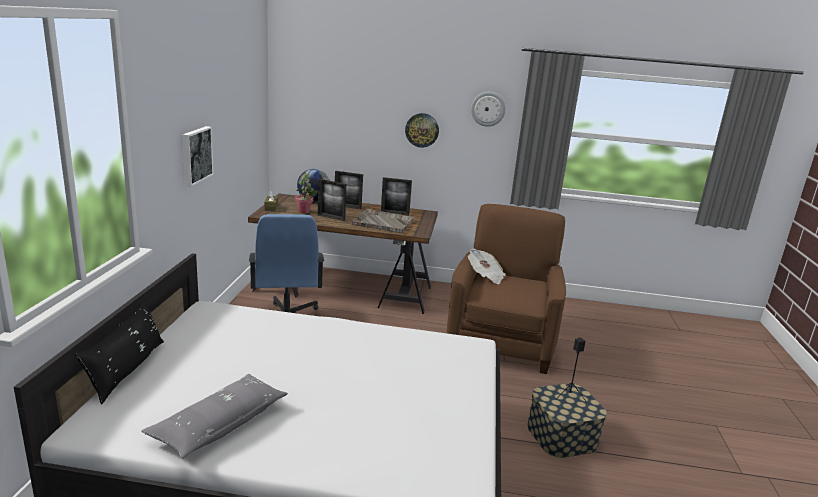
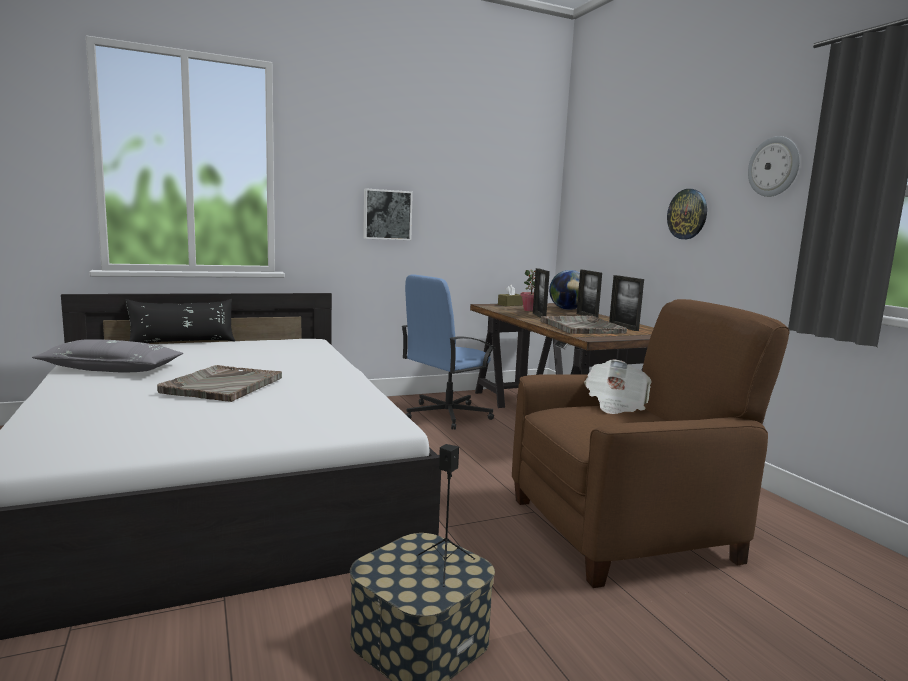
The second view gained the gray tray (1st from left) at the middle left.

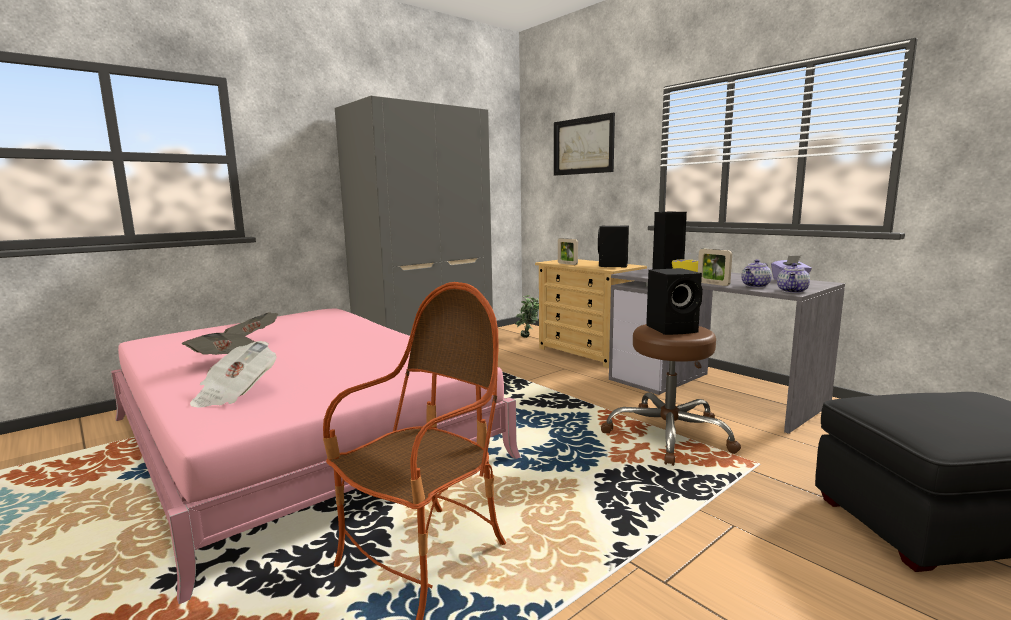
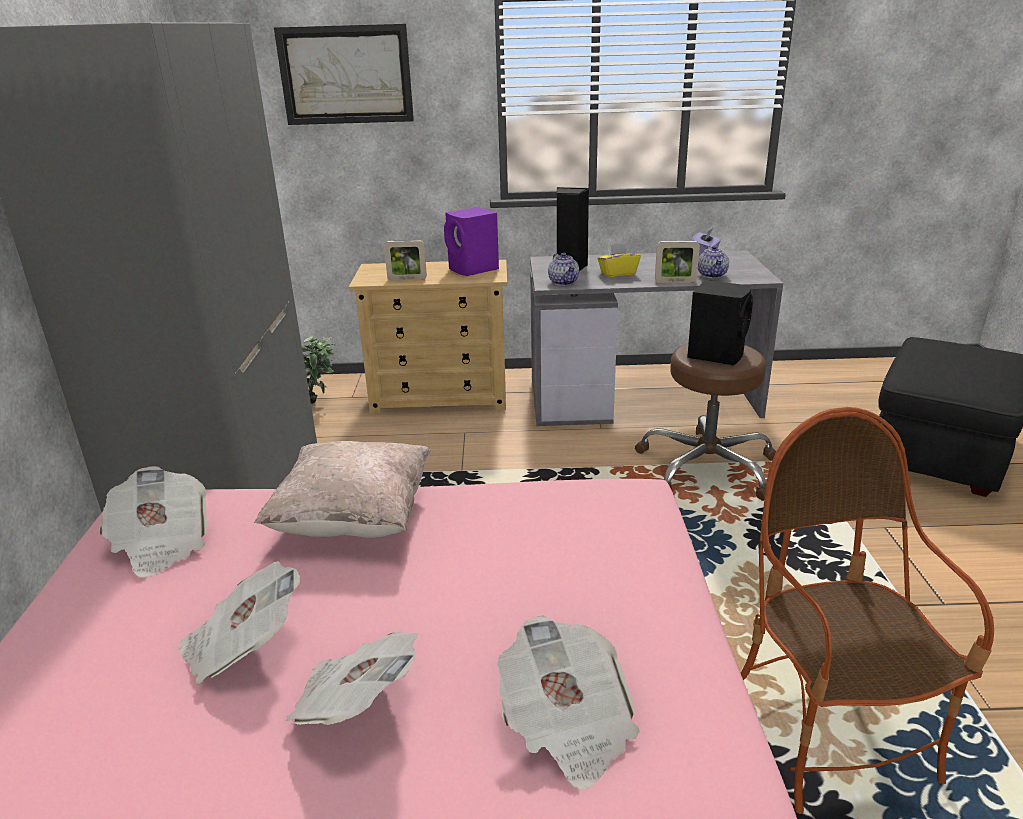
The second view gained the newspaper (1st from left) at the middle left.
The second view gained the beige-coloured pillow at the centre.
What was the black-coloured loudspeaker (1st from left) at the centre turned into the purplish loudspeaker at the top centre.
The teapot (2nd from left in the first image) ended up elsewhere, having gone from the middle right to the top centre.

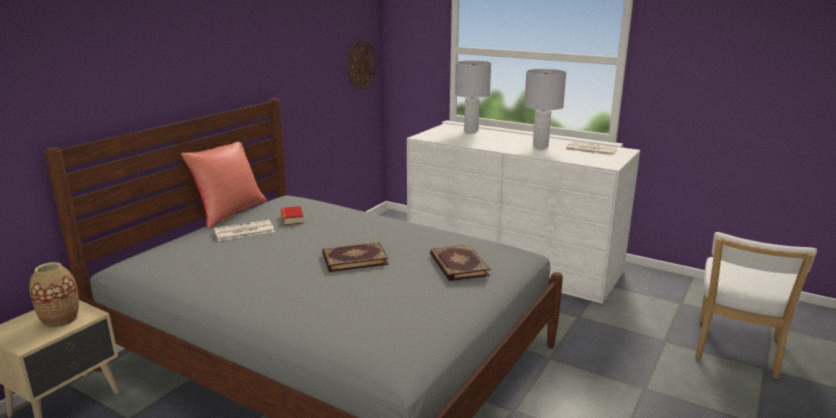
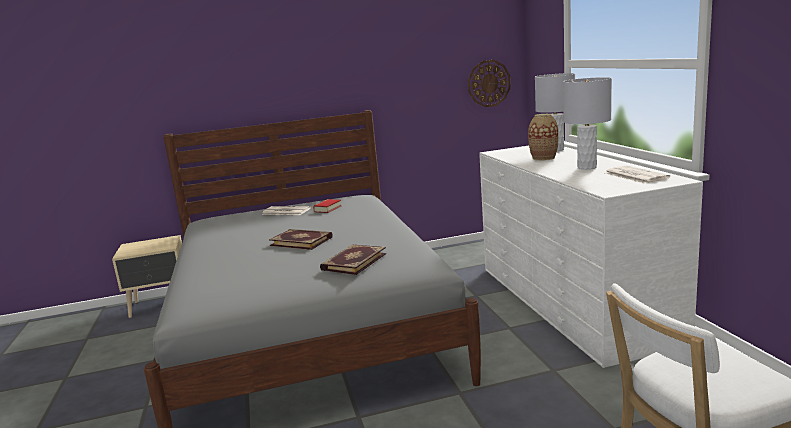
The vase ended up elsewhere, having gone from the bottom left to the top right.
The second view lost the reddish pillow at the middle left.

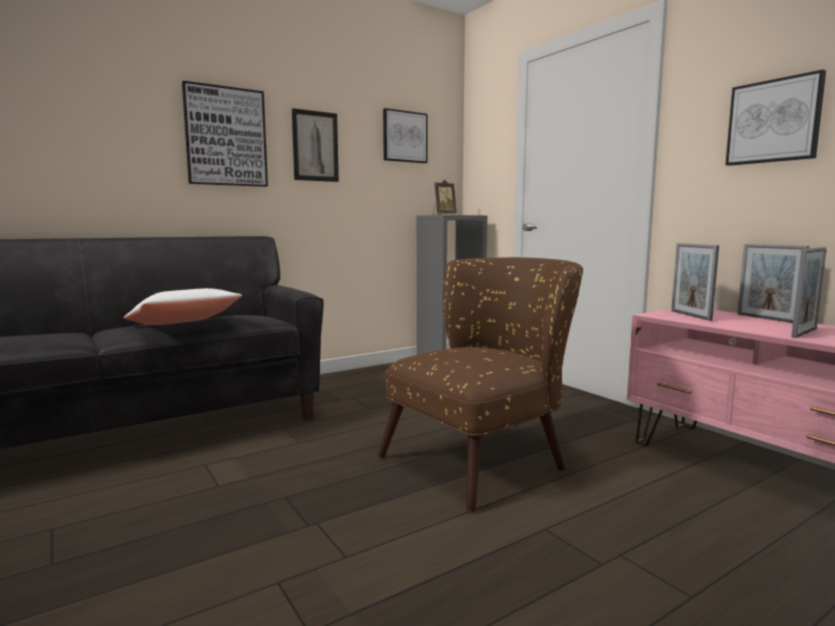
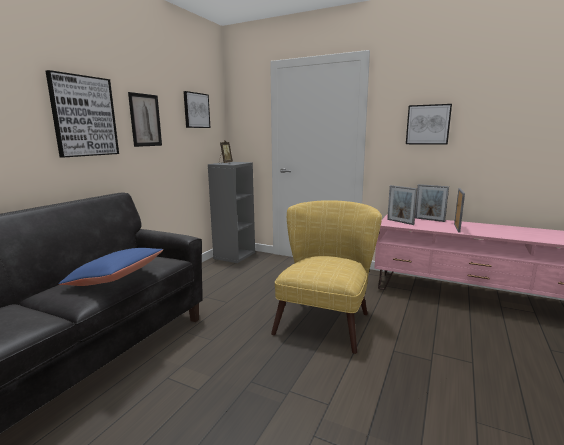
What was the whitish pillow at the middle left turned into the blue pillow at the middle left.
What was the brown-coloured lounge chair at the centre turned into the yellow-coloured lounge chair at the centre.

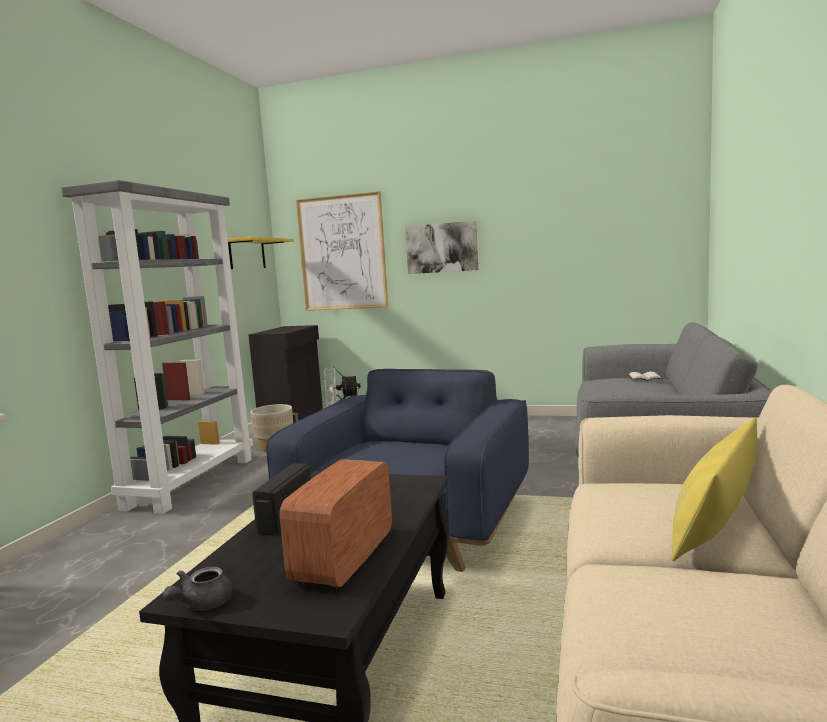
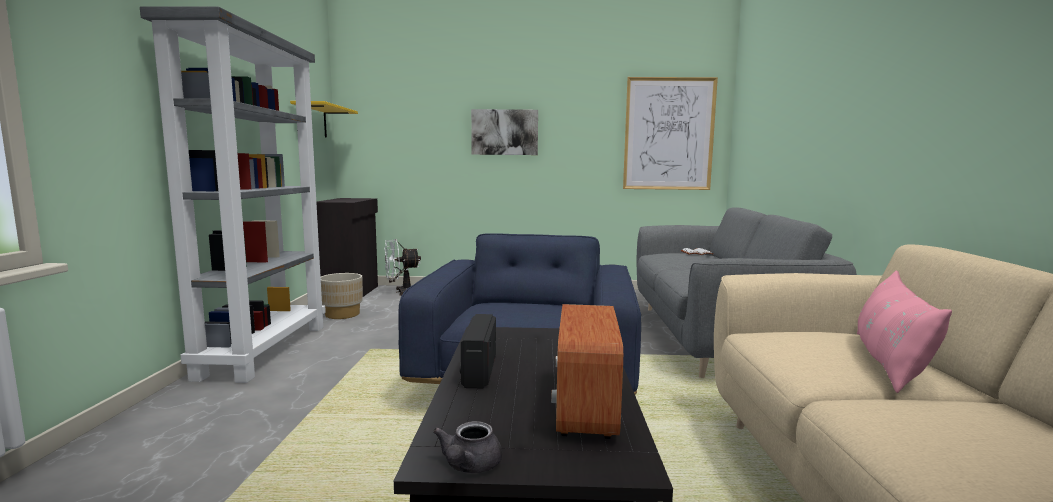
The wall art (1st from left in the first image) ended up elsewhere, having gone from the centre to the top centre.
What was the yellow-coloured pillow at the bottom right turned into the pink-coloured pillow at the middle right.

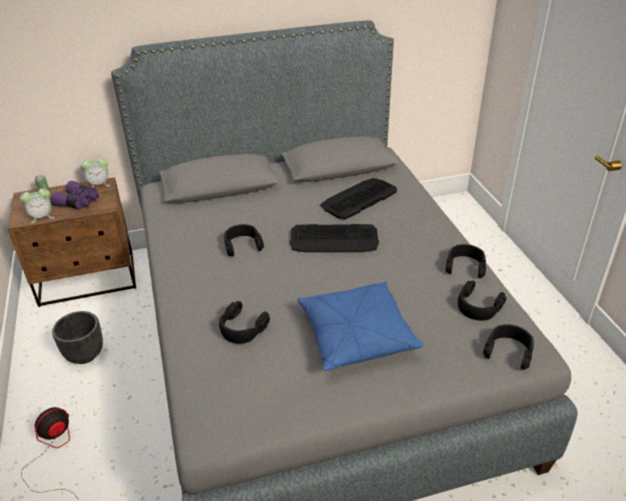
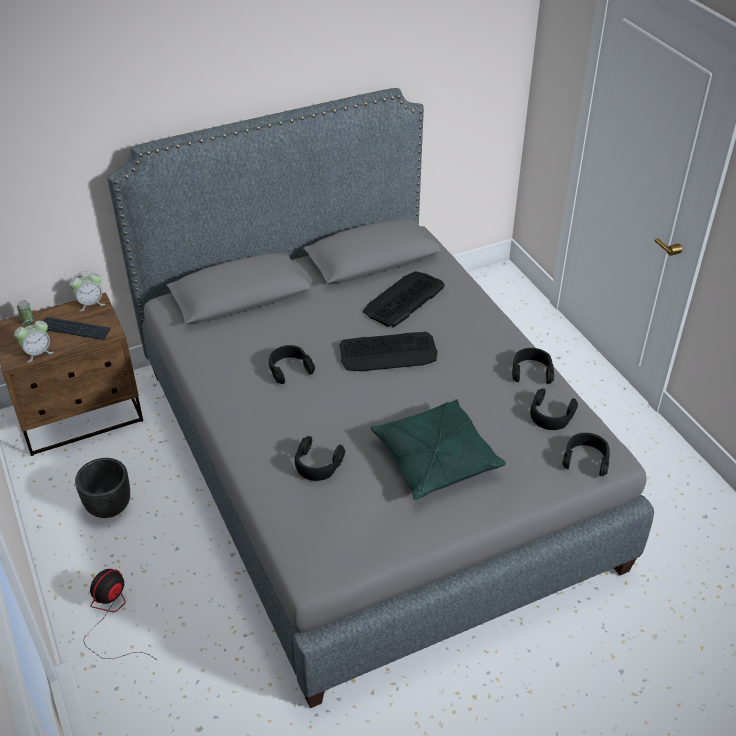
Where the purplish pair of binoculars stood at the middle left, the computer keyboard (1st from left) came to stand at the middle left.
What was the blue pillow at the centre turned into the green pillow at the centre.

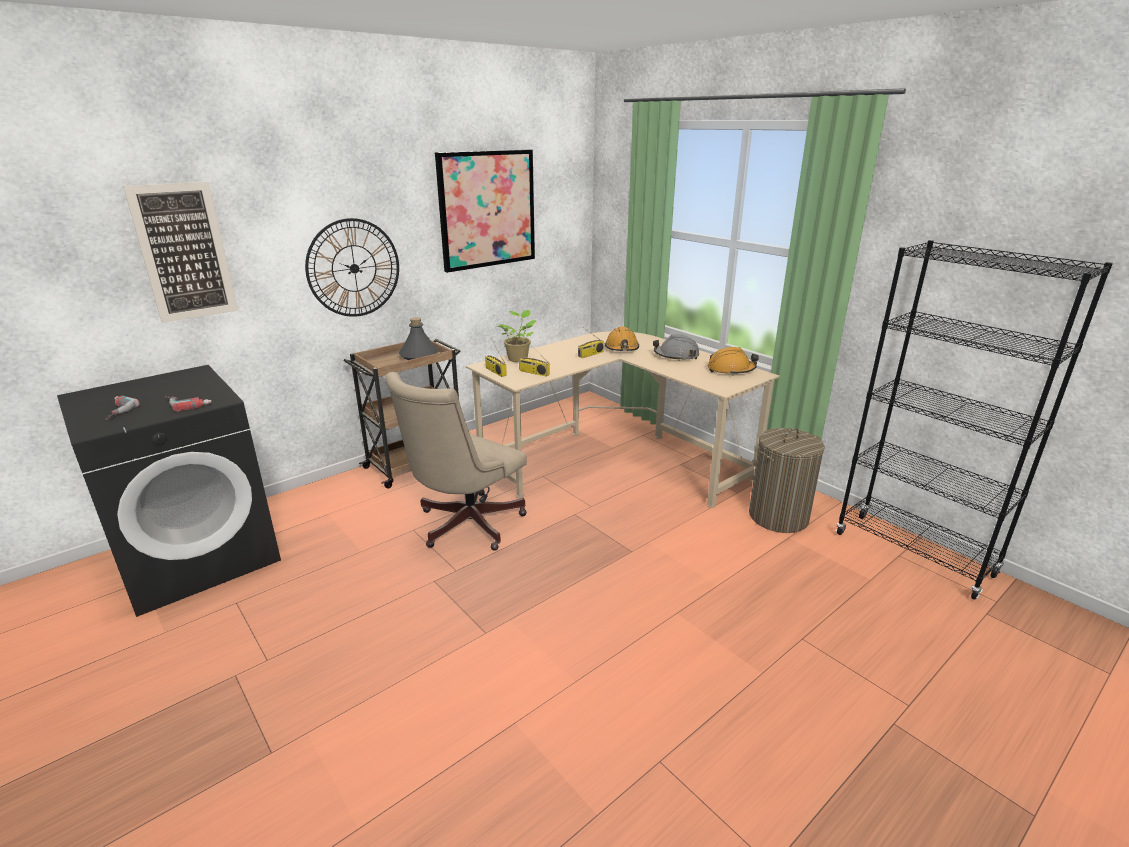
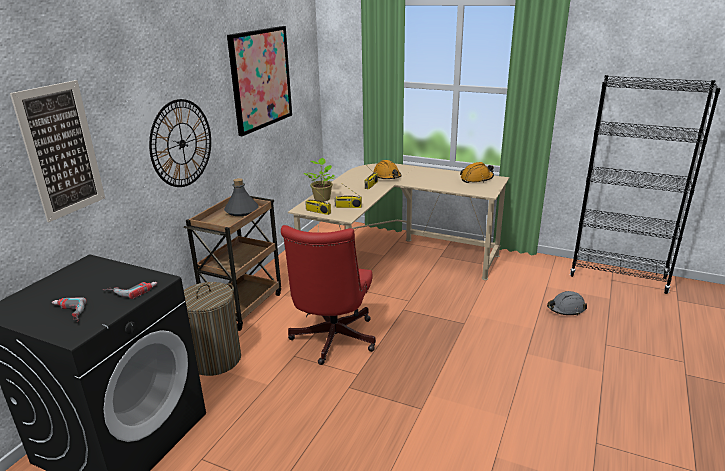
The laundry basket ended up elsewhere, having gone from the middle right to the bottom left.
What was the beige-coloured computer chair at the centre turned into the reddish computer chair at the centre.
The gray safety helmet ended up elsewhere, having gone from the centre to the middle right.

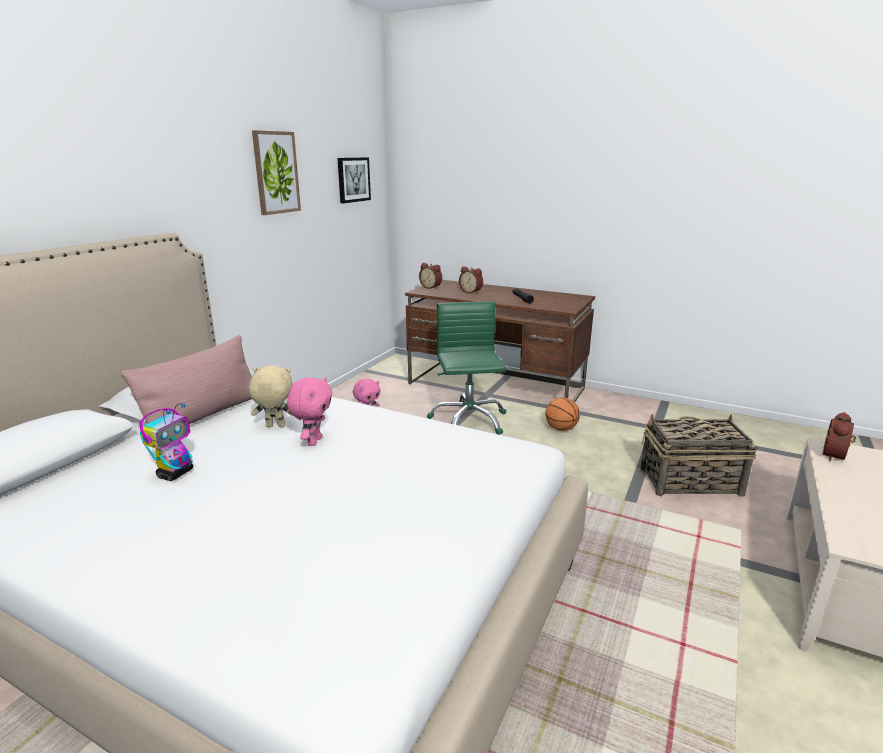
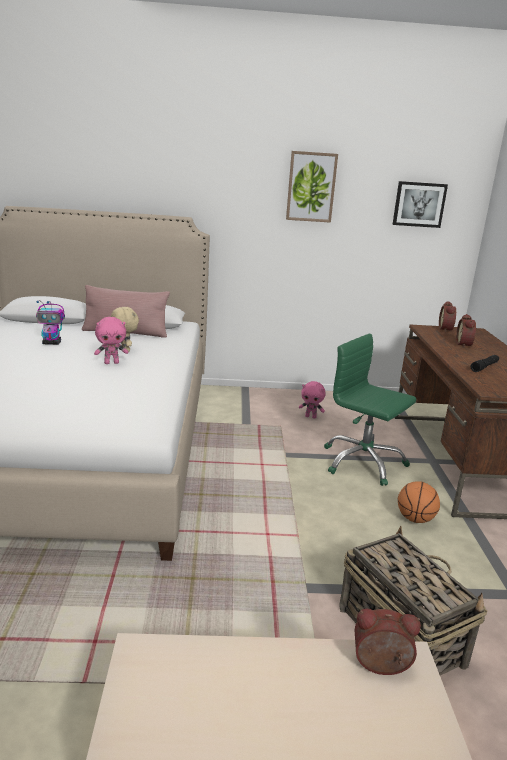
The green computer chair at the centre ended up facing another way, 105 degrees counterclockwise from before.

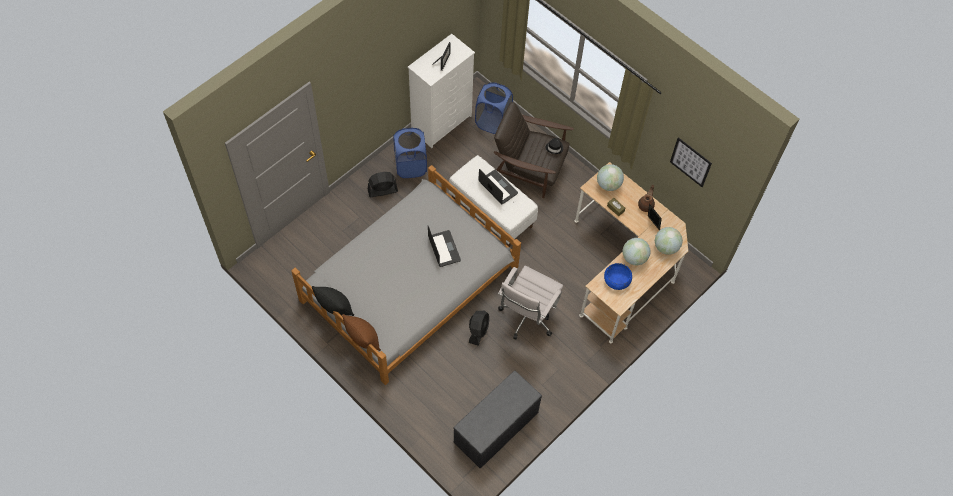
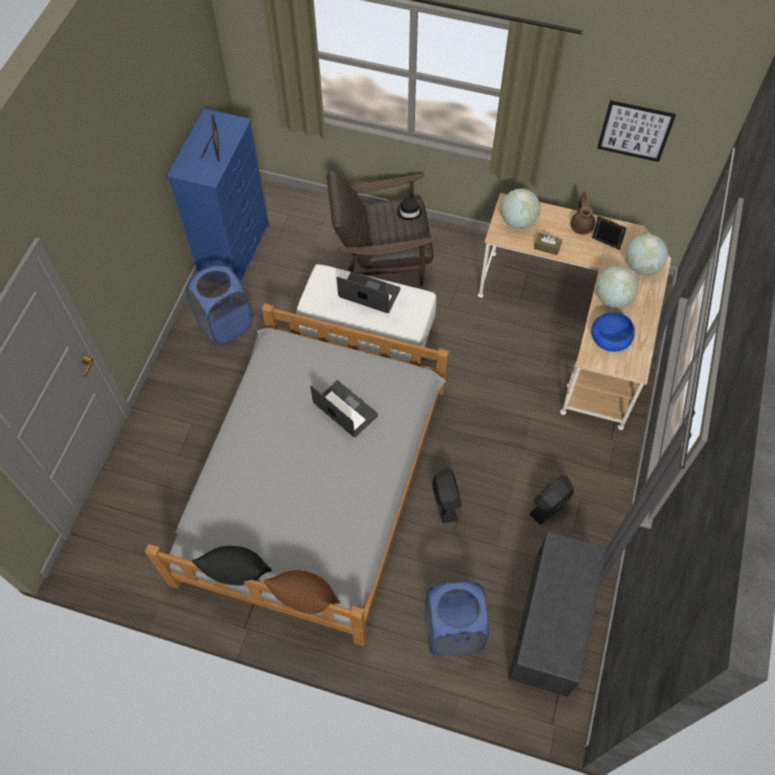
What was the whitish dresser at the top centre turned into the blue dresser at the top left.
The blue laundry basket (2nd from left) ended up elsewhere, having gone from the top centre to the bottom centre.
The black-coloured fan (1st from left in the first image) ended up elsewhere, having gone from the centre to the middle right.
The second view lost the whitish computer chair at the centre.

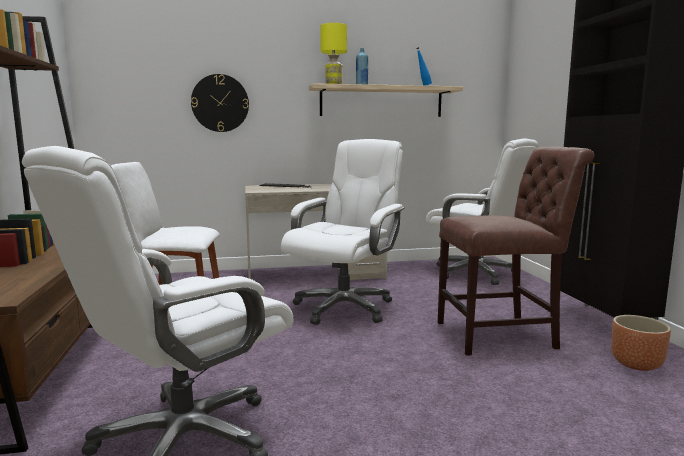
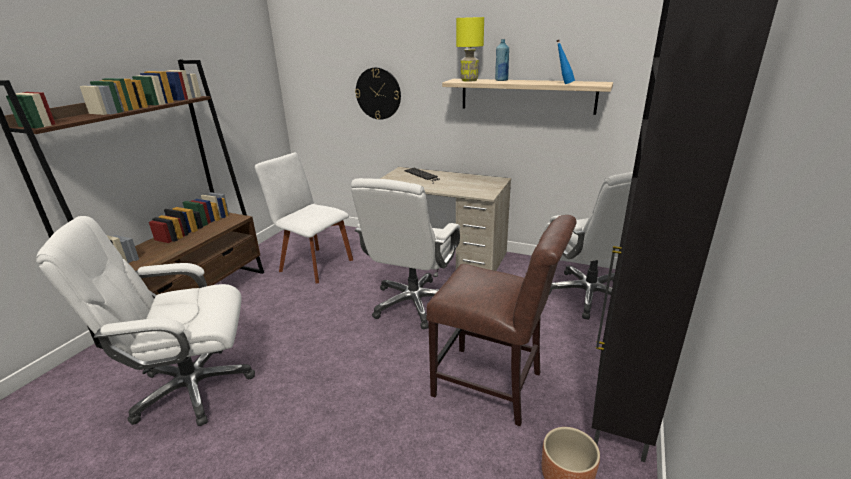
The whitish computer chair (2nd from left) at the centre ended up facing another way, 135 degrees clockwise from before.

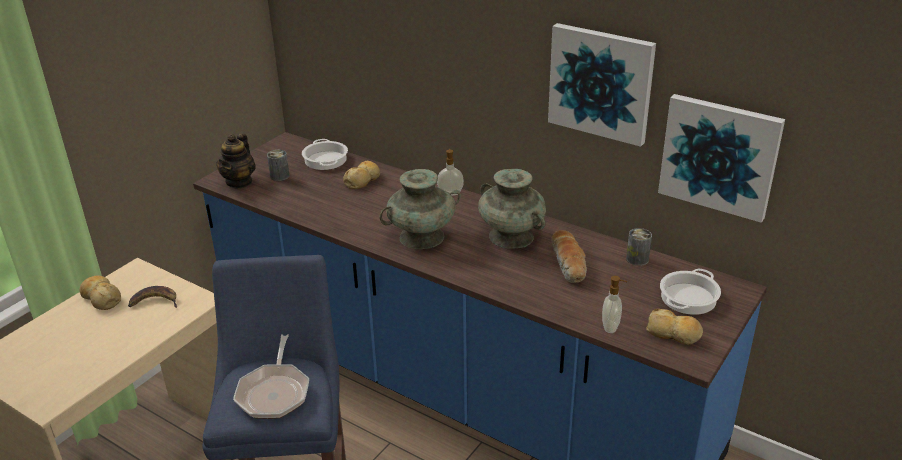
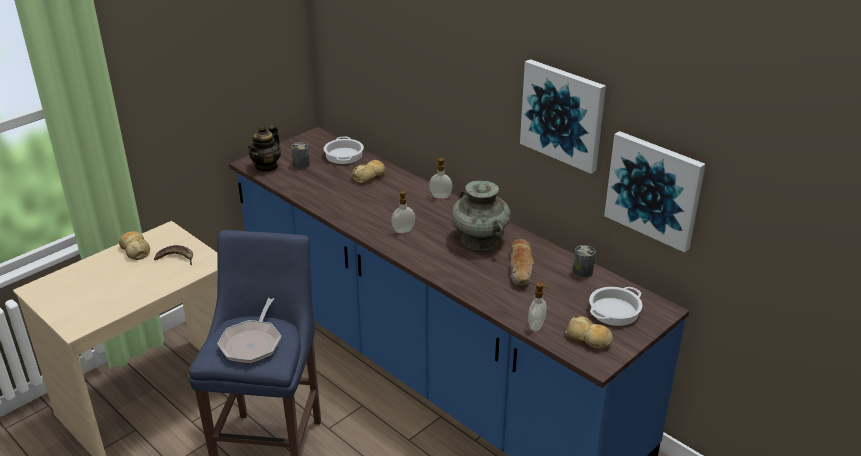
Where the turquoise-coloured vase (1st from left) stood at the centre, the soap dispenser (1st from left) came to stand at the centre.

